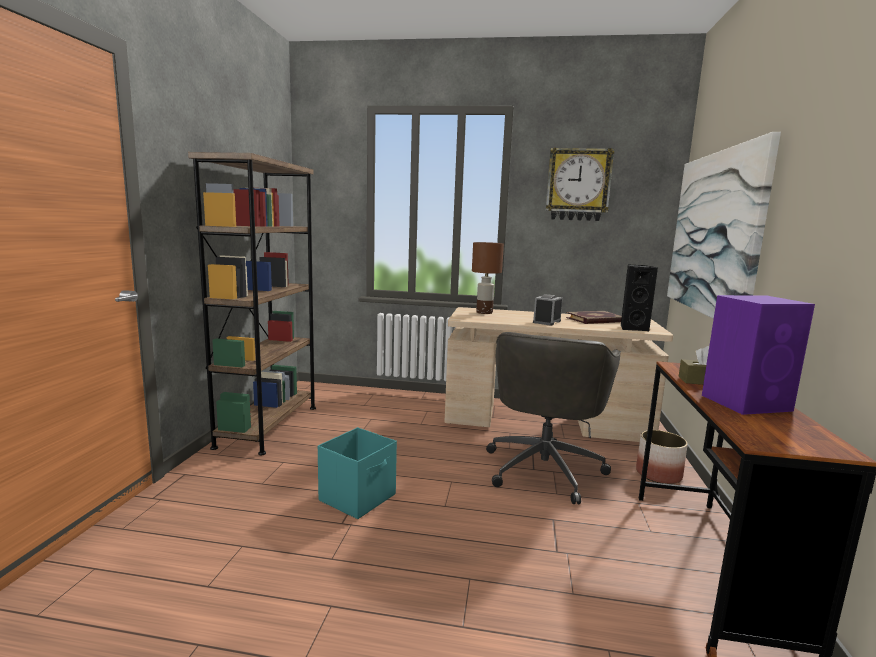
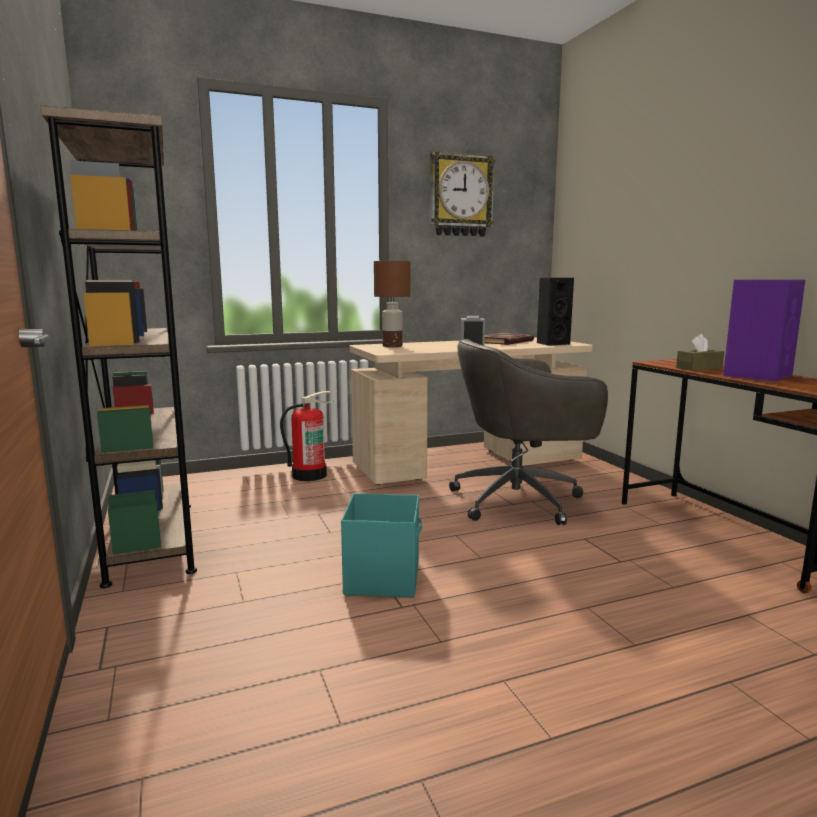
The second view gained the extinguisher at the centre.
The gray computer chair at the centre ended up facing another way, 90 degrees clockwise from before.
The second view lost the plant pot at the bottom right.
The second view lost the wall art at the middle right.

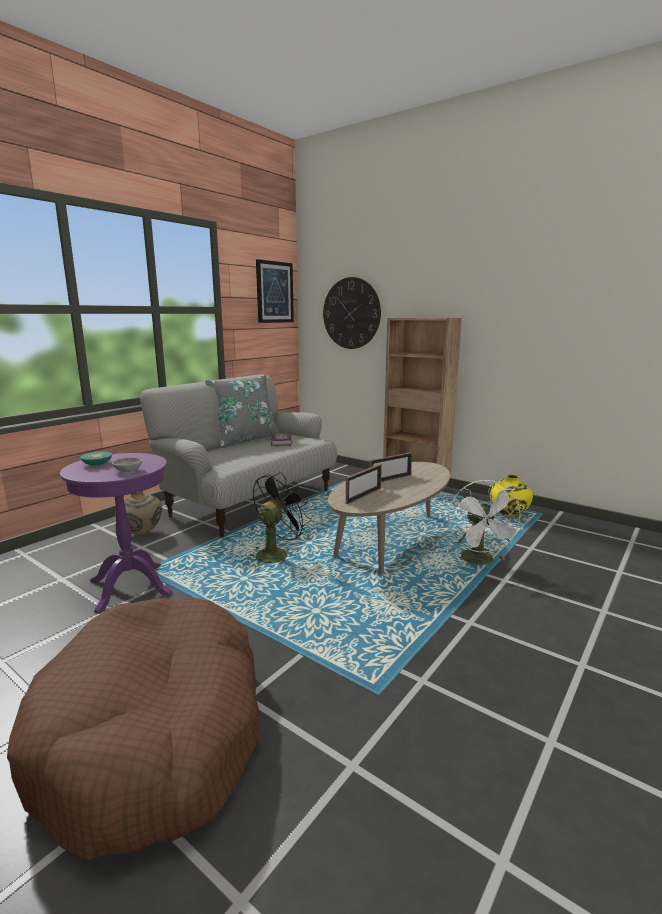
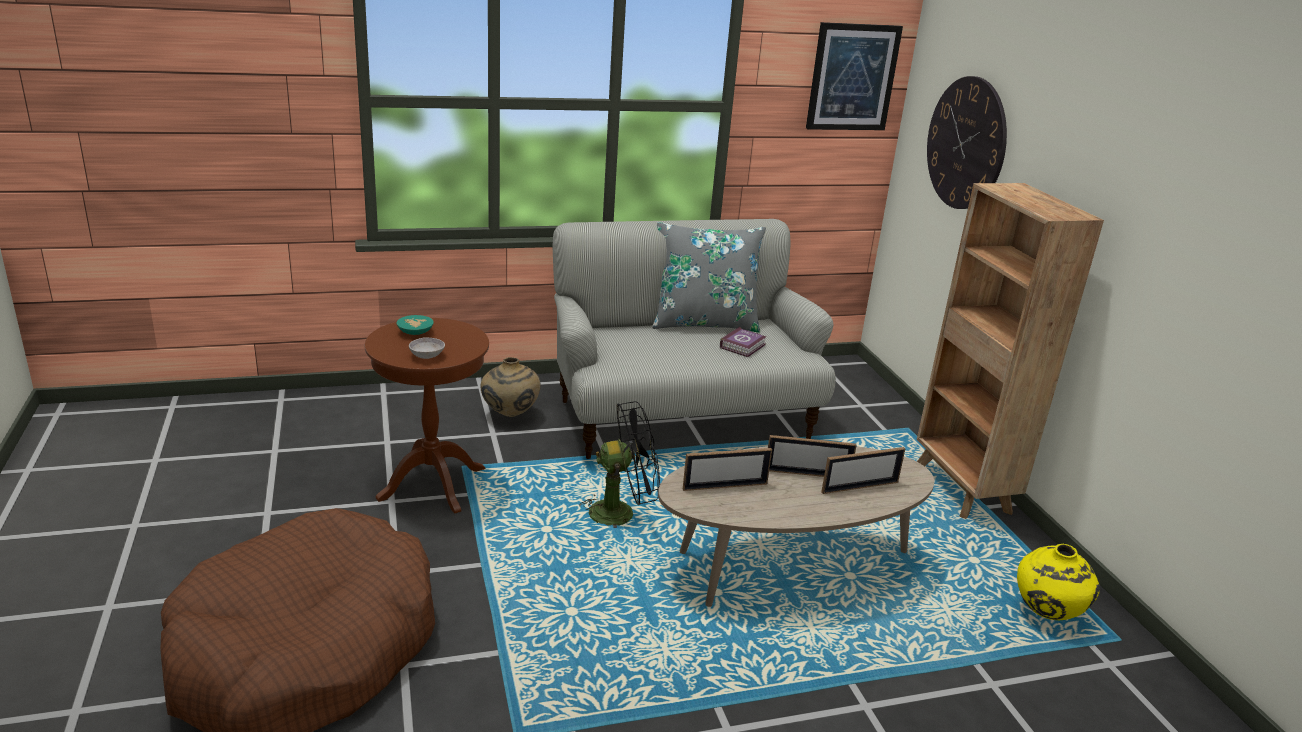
What was the purplish accent table at the middle left turned into the brown-coloured accent table at the middle left.
The second view gained the photo frame (3rd from left) at the centre.
The second view lost the whitish fan at the middle right.

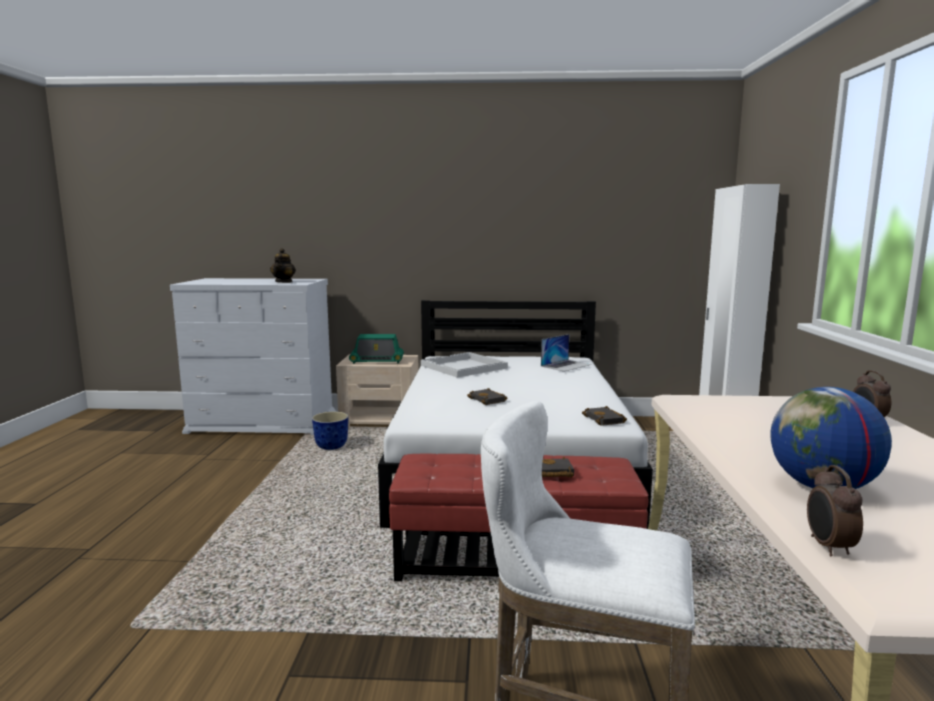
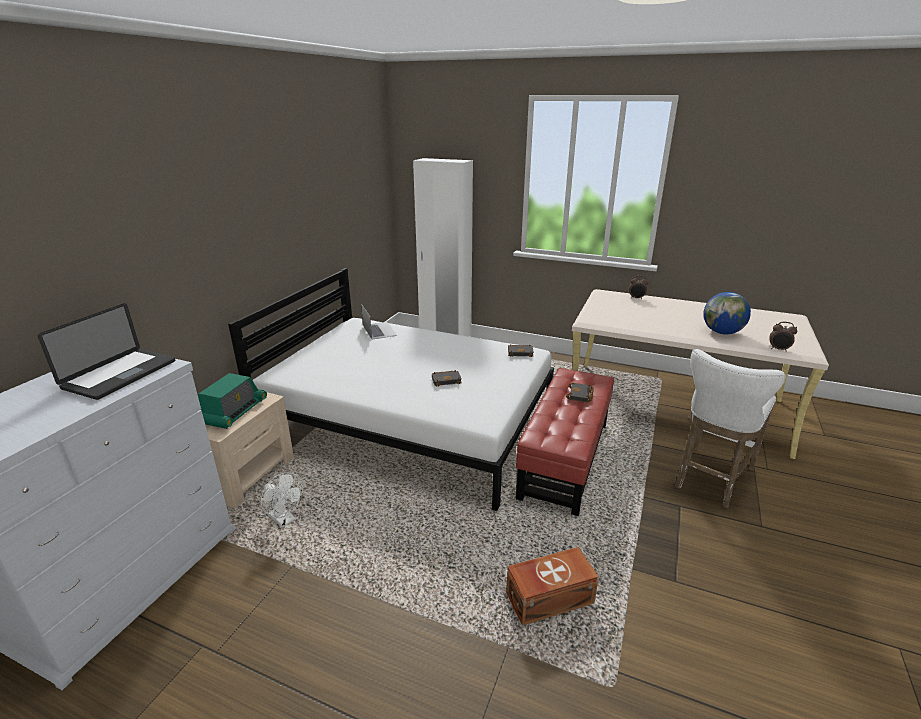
Where the teapot stood at the middle left, the portable computer (1st from left) came to stand at the middle left.
Where the plant pot stood at the centre, the whitish fan came to stand at the bottom left.
The second view gained the brown-coloured storage container at the bottom centre.
The second view lost the whitish tray at the centre.

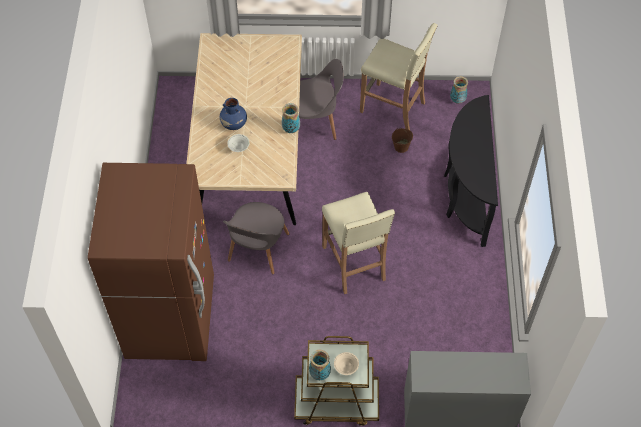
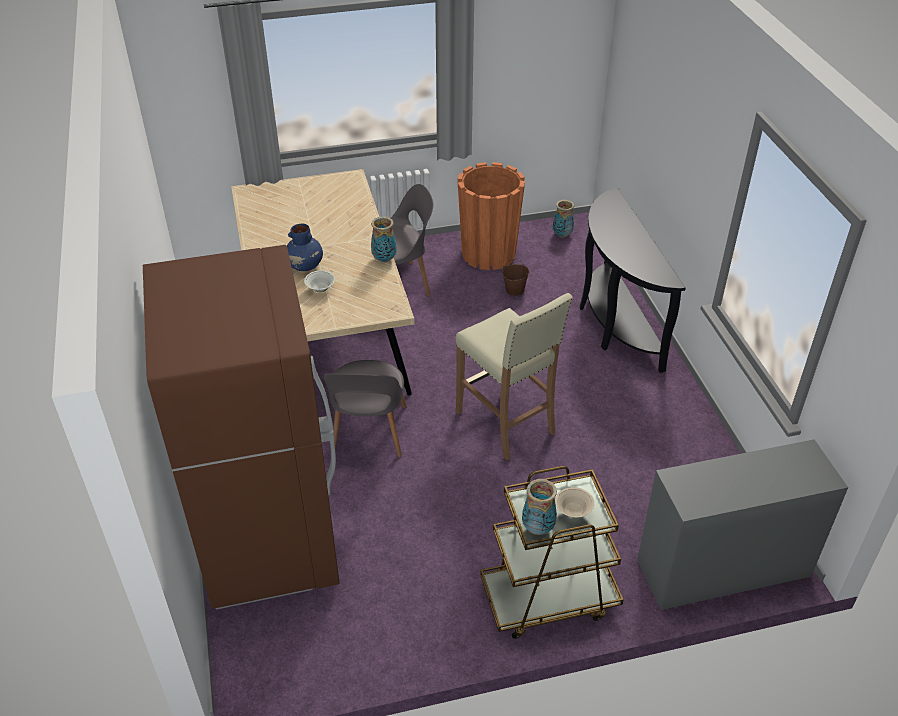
Where the beige-coloured stool (2nd from left) stood at the top centre, the orange-coloured plant pot came to stand at the top centre.

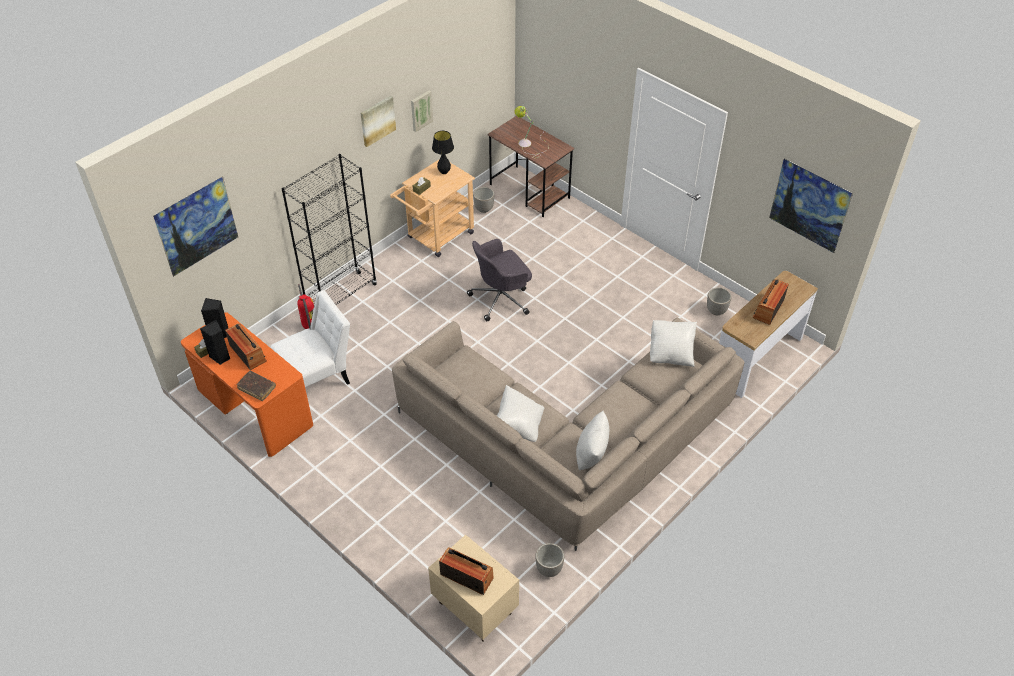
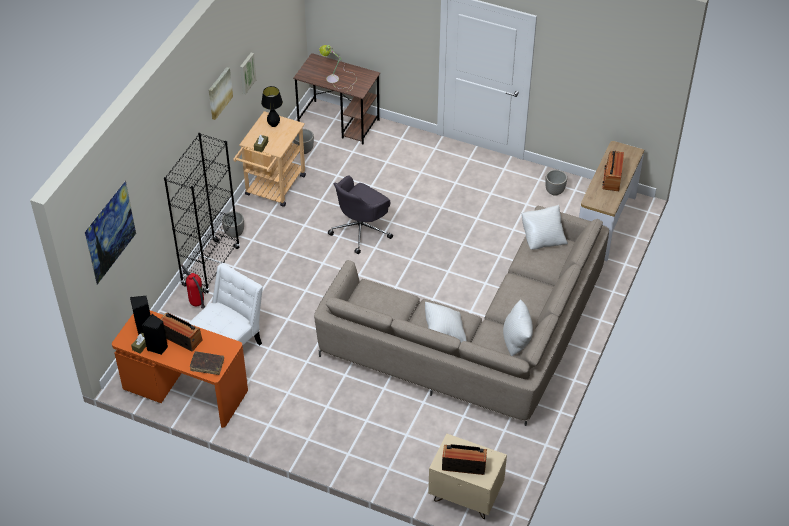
The plant pot (2nd from left in the first image) ended up elsewhere, having gone from the bottom centre to the middle left.
The second view lost the wall art (4th from left) at the top right.

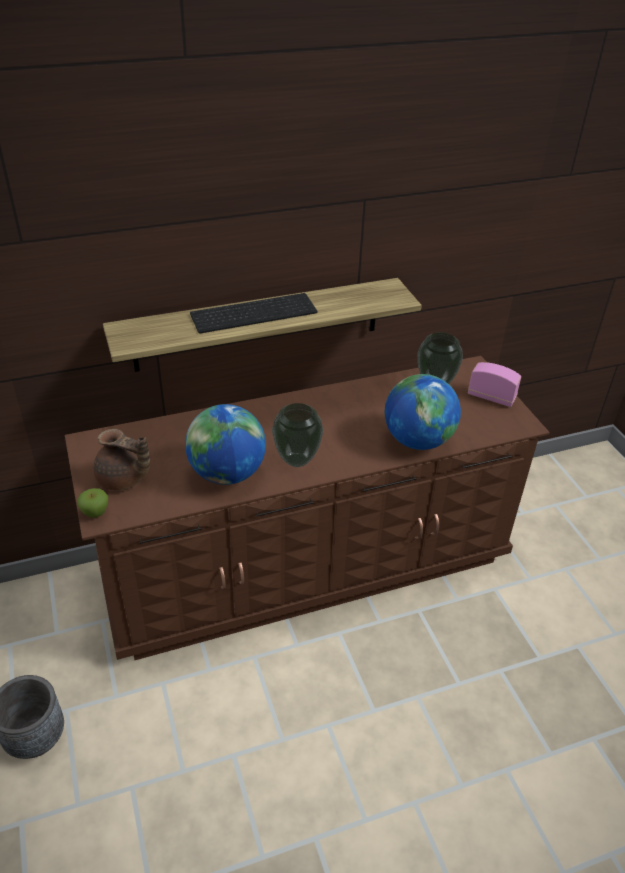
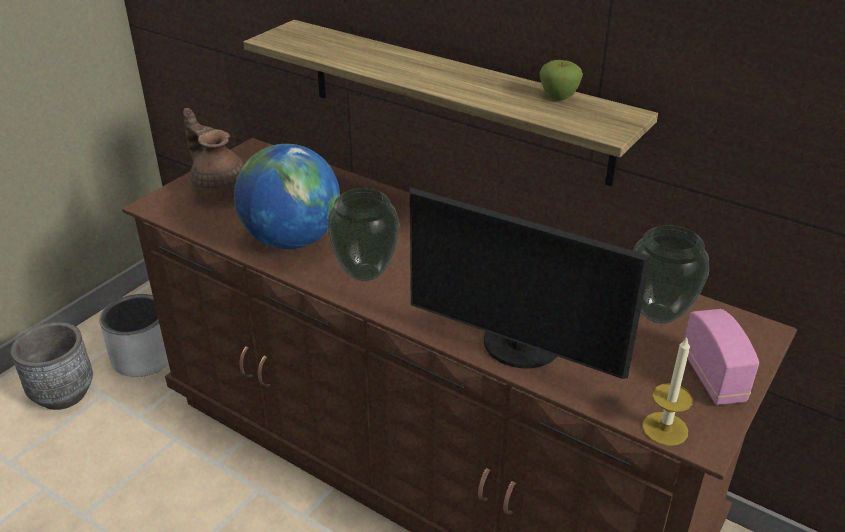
The second view gained the gray plant pot (2nd from left) at the middle left.
The brown-coloured teapot at the middle left ended up facing another way, 150 degrees clockwise from before.
Where the globe (2nd from left) stood at the middle right, the computer display came to stand at the centre.
The apple fruit ended up elsewhere, having gone from the middle left to the top centre.
The second view gained the wax candle at the bottom right.
The second view lost the computer keyboard at the centre.

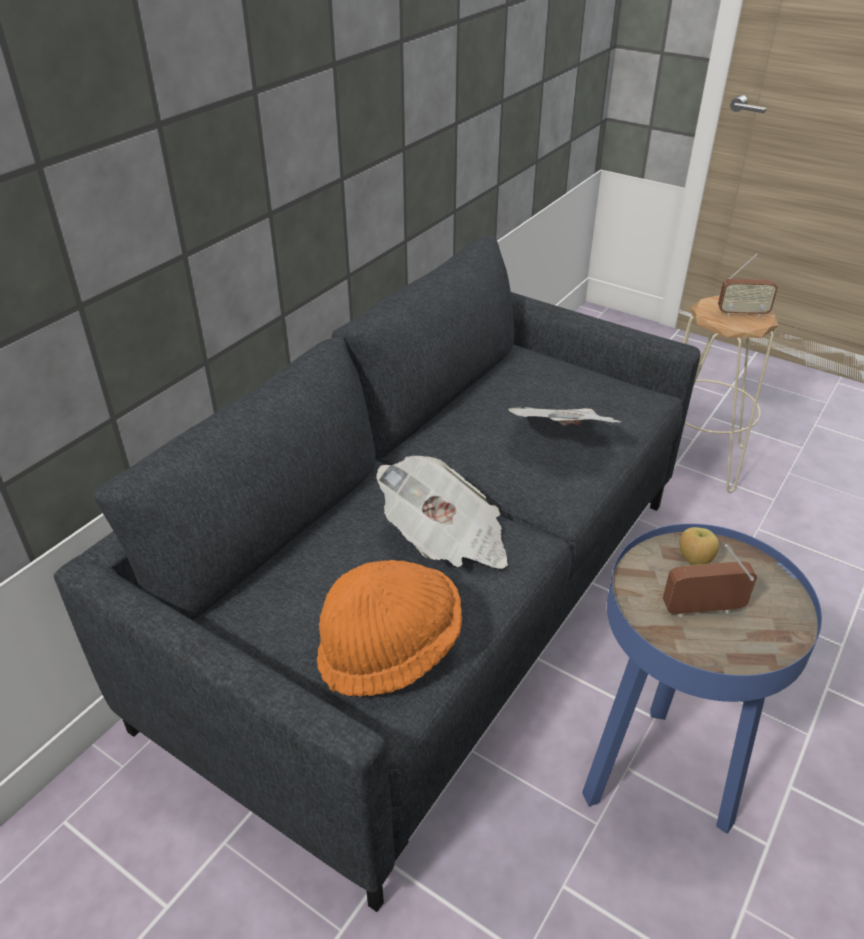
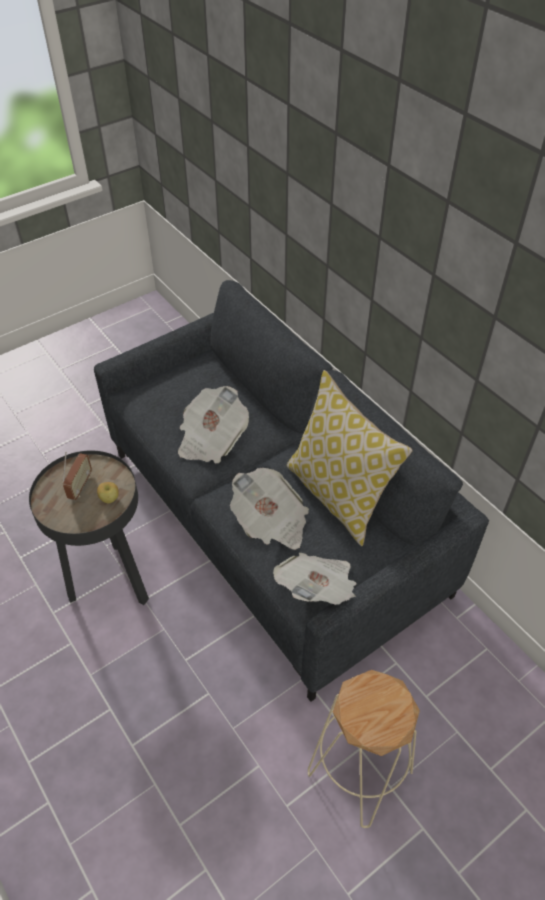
What was the blue accent table at the bottom right turned into the black-coloured accent table at the middle left.
The second view gained the newspaper (3rd from left) at the centre.
The second view gained the pillow at the centre.
The second view lost the orange-coloured wearable hat at the bottom centre.
The second view lost the radio set (2nd from left) at the top right.

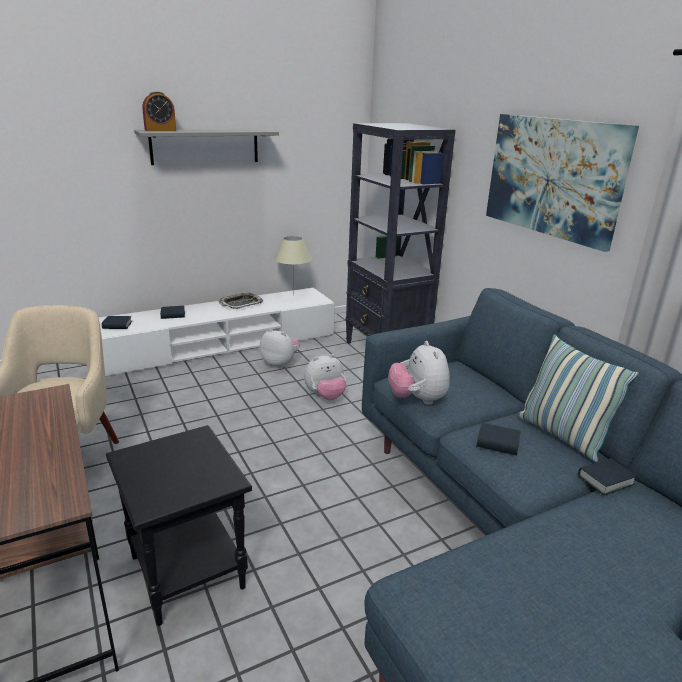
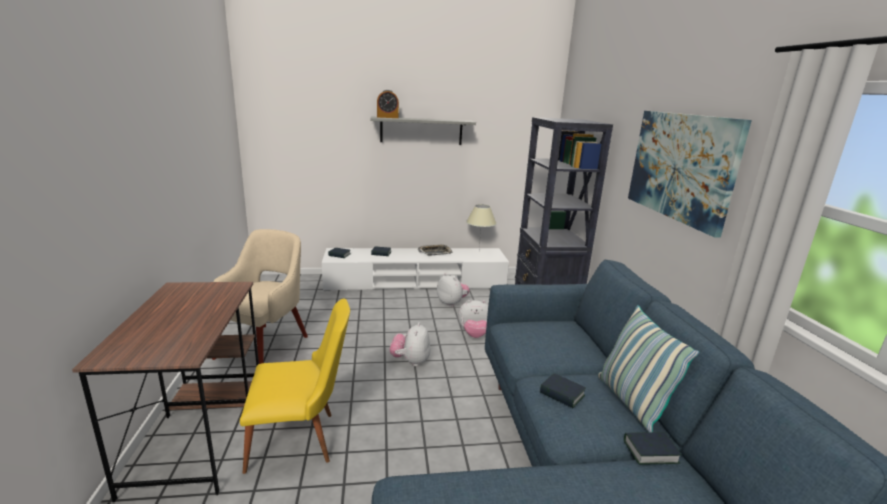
Where the black-coloured accent table stood at the bottom left, the yellow-coloured chair came to stand at the bottom left.
The cuddly toy (3rd from left in the first image) ended up elsewhere, having gone from the centre to the bottom centre.

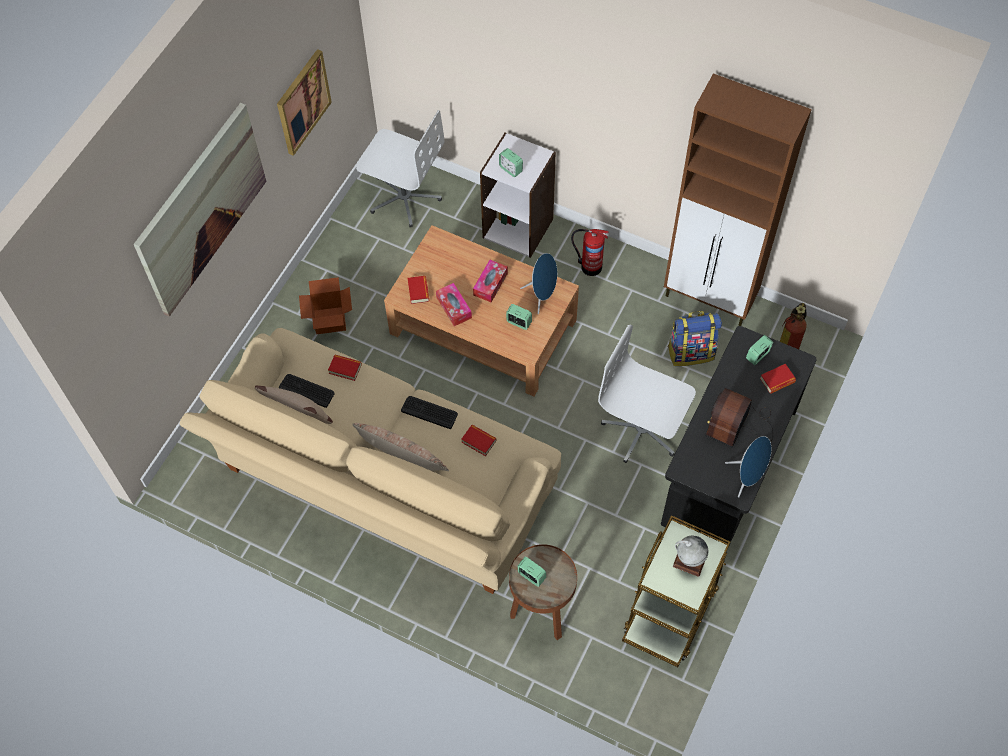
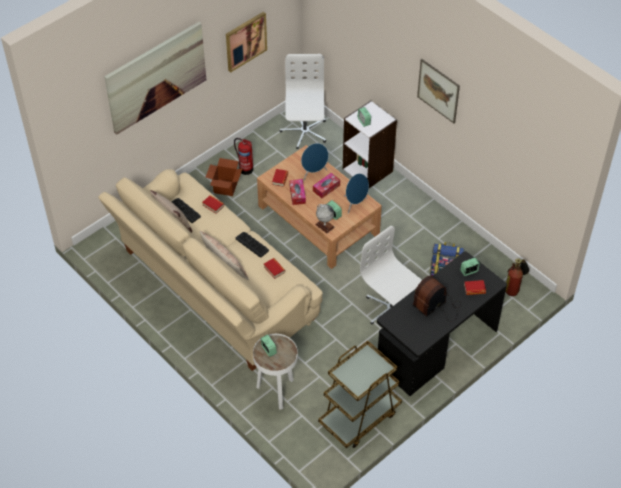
The extinguisher (1st from left) ended up elsewhere, having gone from the centre to the top centre.
What was the brown-coloured accent table at the bottom centre turned into the whitish accent table at the bottom centre.
The whitish computer chair (1st from left) at the top centre ended up facing another way, 135 degrees counterclockwise from before.
The blue loudspeaker (2nd from left in the first image) ended up elsewhere, having gone from the middle right to the top centre.
The globe ended up elsewhere, having gone from the bottom right to the centre.
The second view gained the wall art (3rd from left) at the top right.
The second view lost the brown-coloured storage cabinet at the top right.

